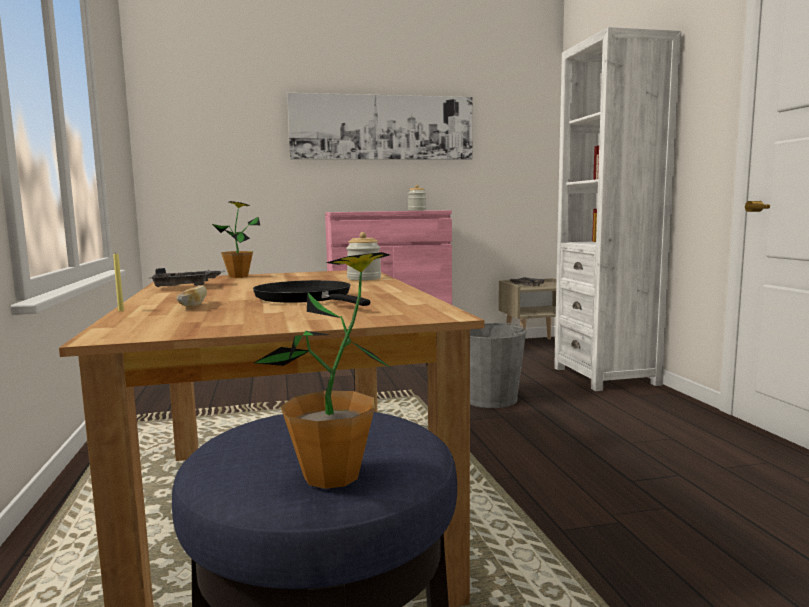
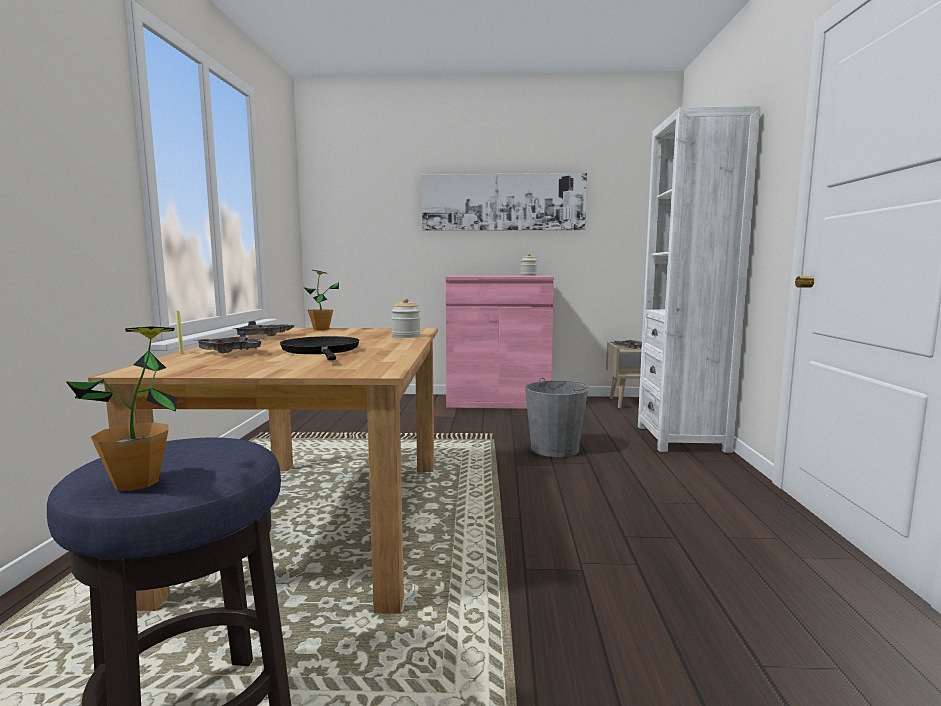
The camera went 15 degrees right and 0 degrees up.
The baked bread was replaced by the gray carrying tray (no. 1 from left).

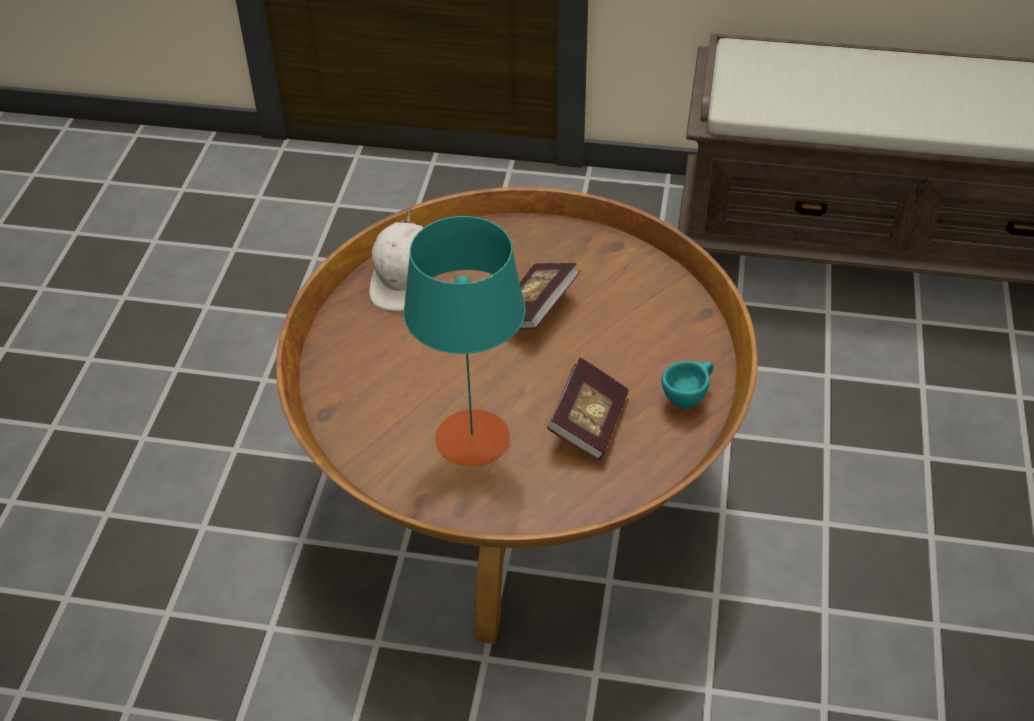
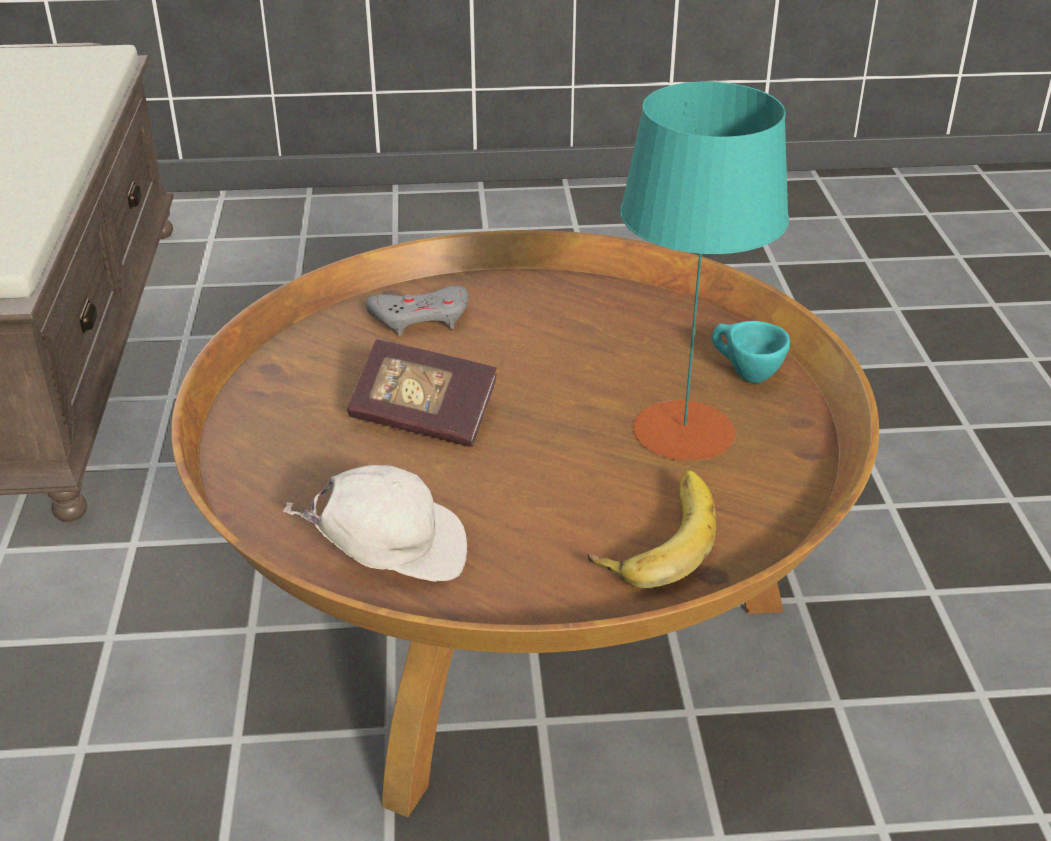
The camera went 105 degrees left and 10 degrees down.
The bound book (no. 2 from left) disappeared.
The blue-green cup moved.
The gray joypad appeared.
The whole banana appeared.

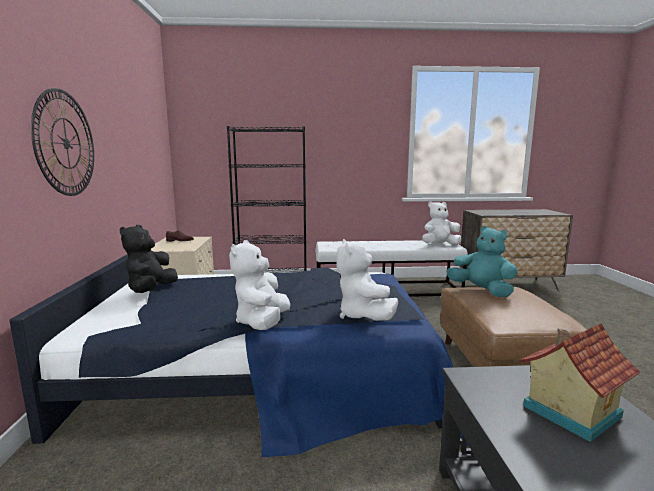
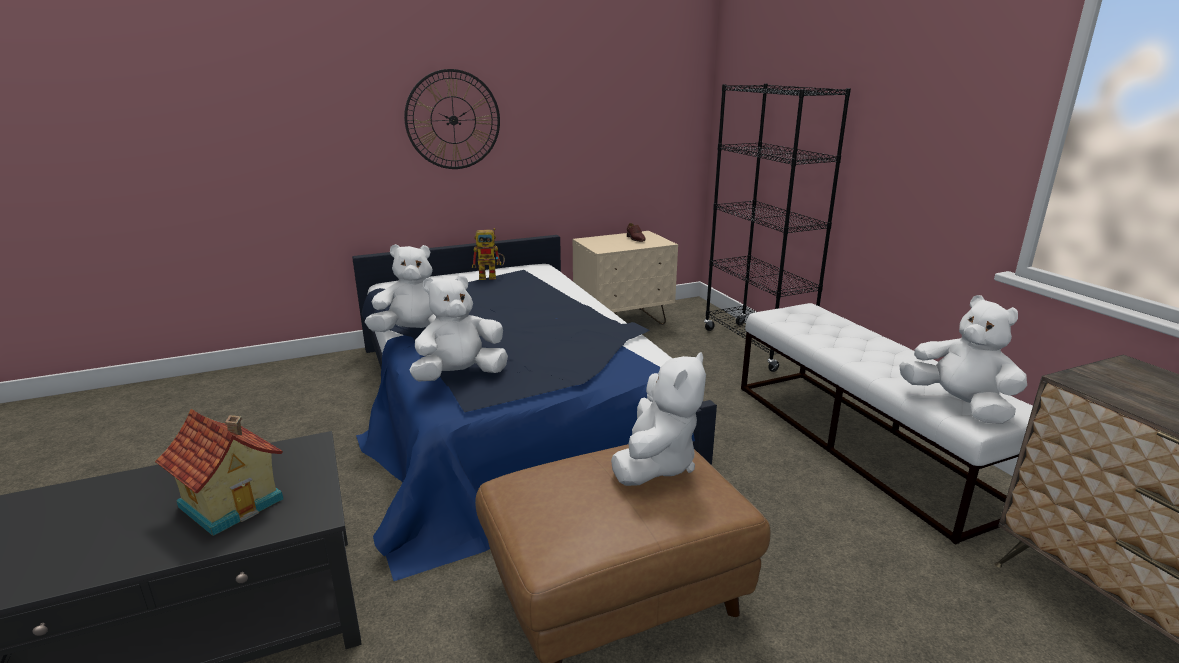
The camera went 70 degrees right and 10 degrees up.
The black-coloured cuddly toy was replaced by the robot figure.
The blue-green cuddly toy became the white-coloured cuddly toy (no. 3 from left).

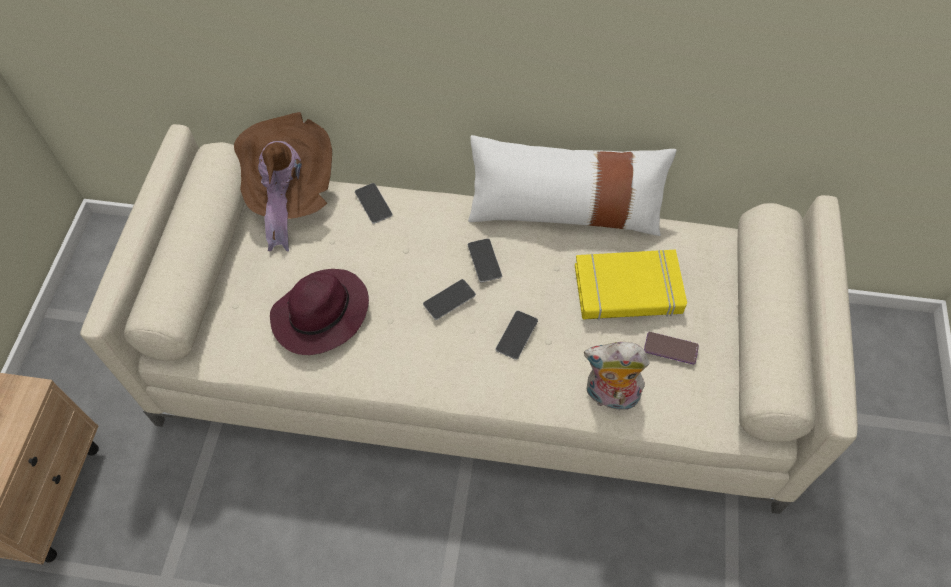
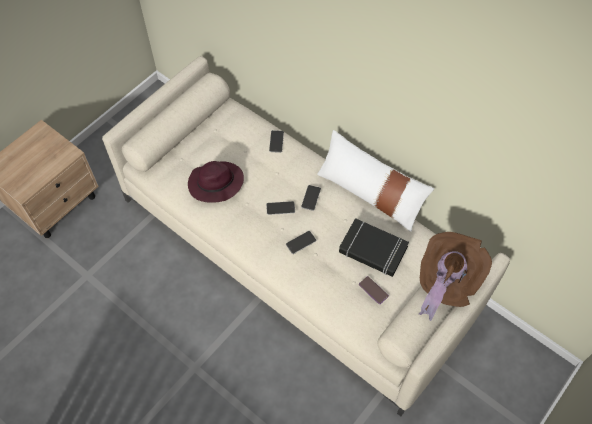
The camera went 30 degrees right and 0 degrees up.
The brown-coloured hat moved.
The yellow-coloured bound book became the black-coloured bound book.
The cuddly toy disappeared.

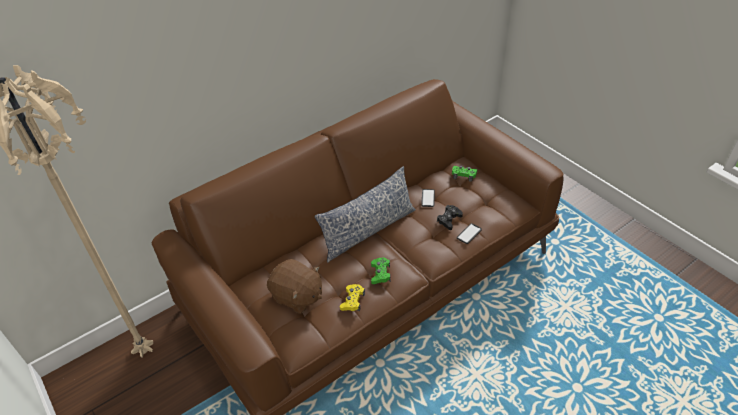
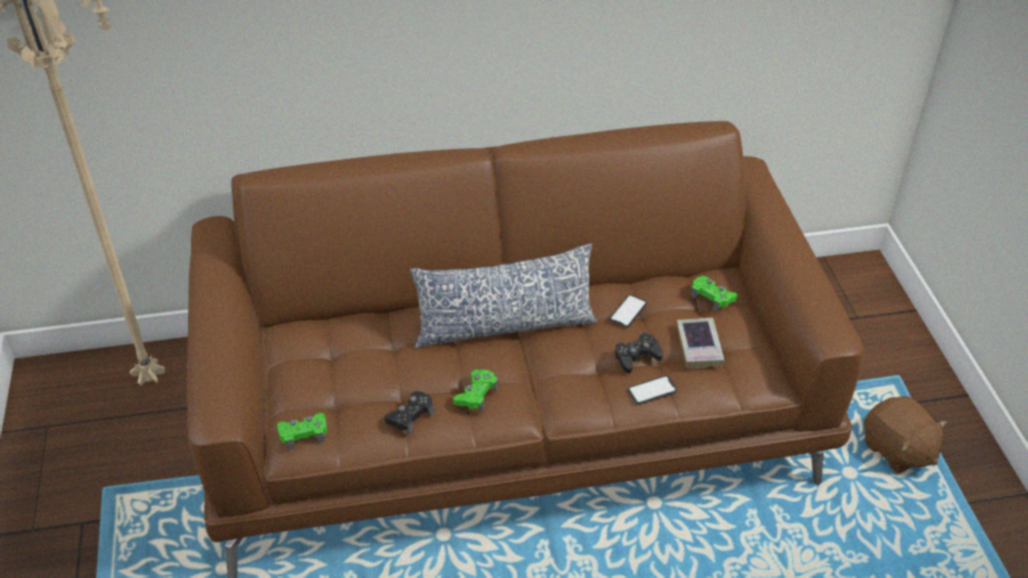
The camera went 25 degrees right and 0 degrees up.
The brown-coloured cuddly toy moved.
The yellow-coloured joypad became the black-coloured joypad (no. 1 from left).
The green-coloured joypad (no. 1 from left) appeared.
The bound book appeared.

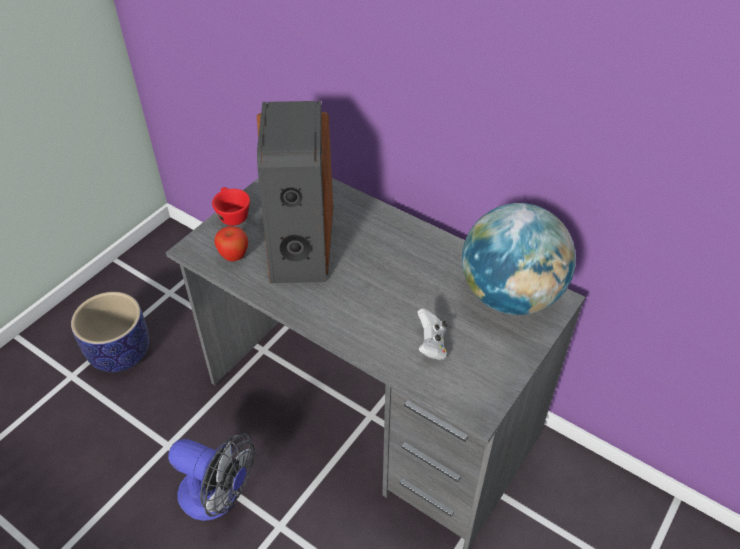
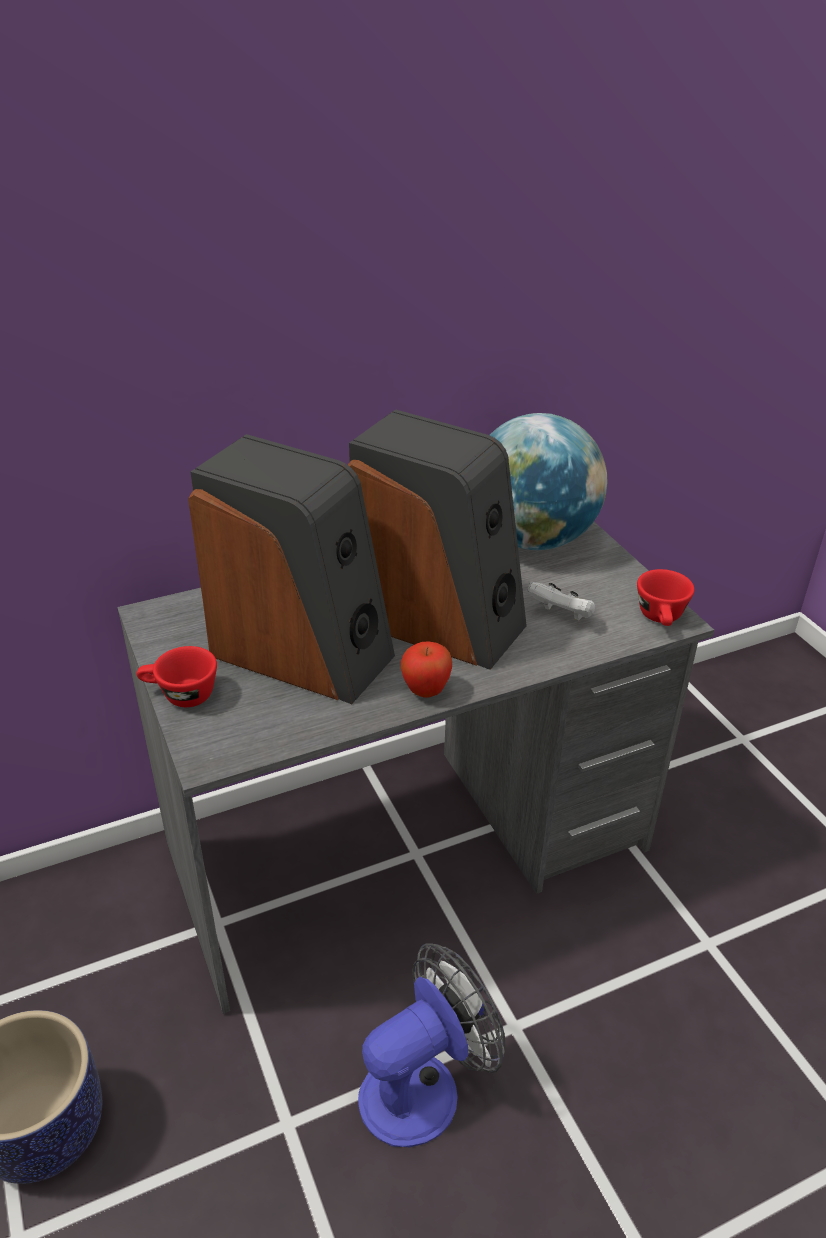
The camera went 60 degrees left and 10 degrees down.
The whole apple moved.
The audio speaker (no. 2 from left) appeared.
The red cup (no. 2 from left) appeared.

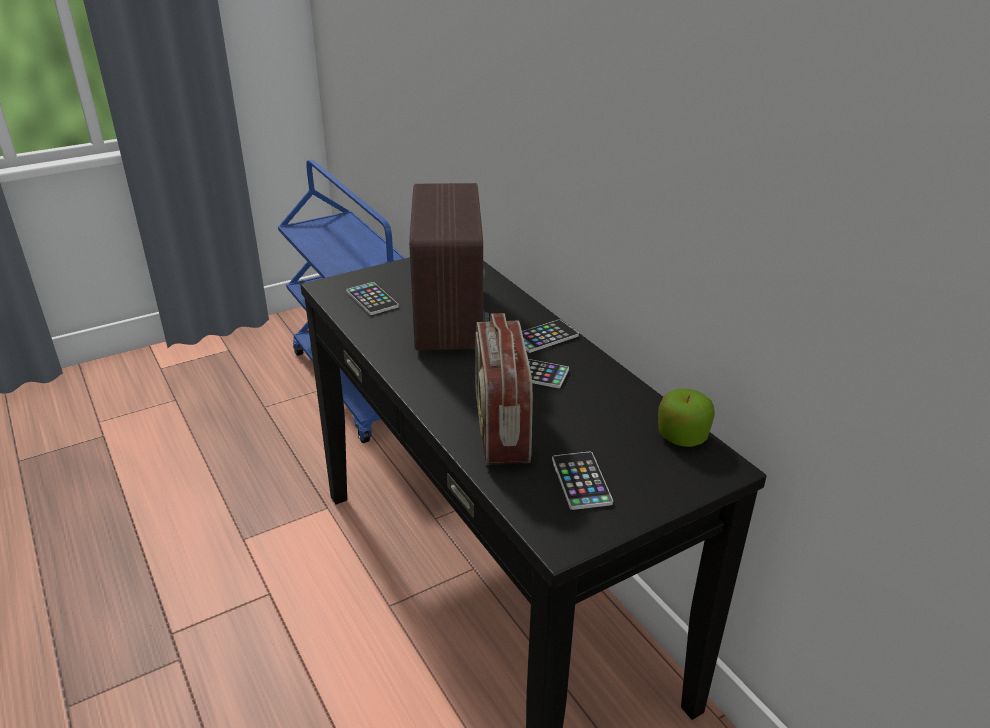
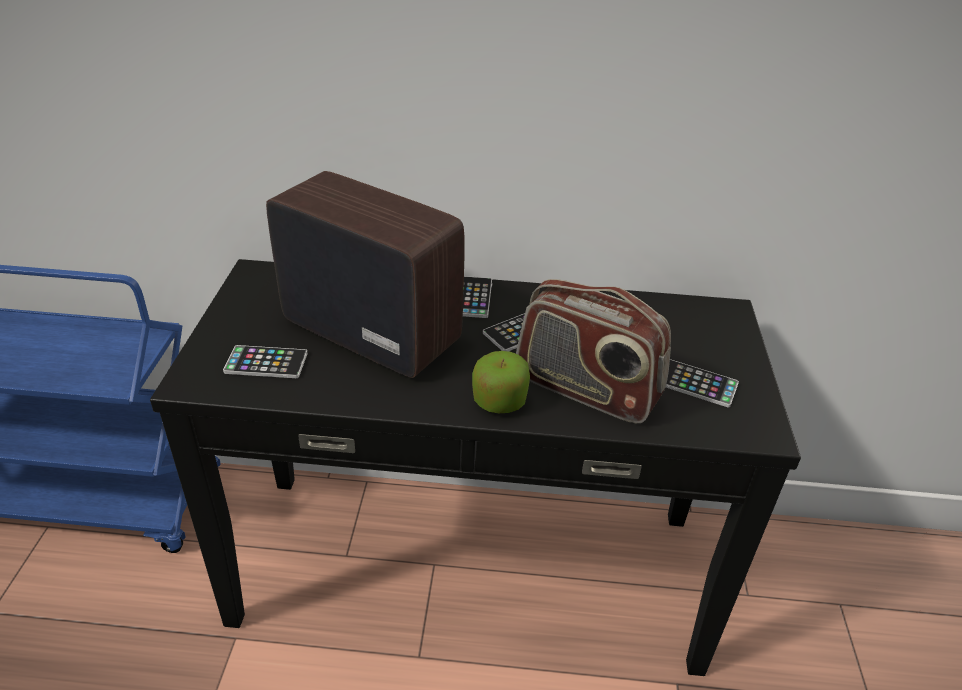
The camera went 55 degrees left and 5 degrees up.
The whole apple moved.

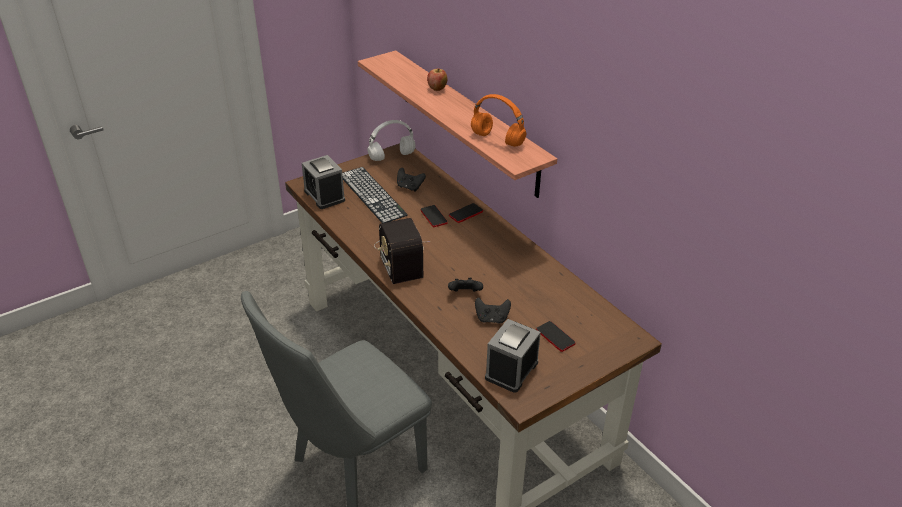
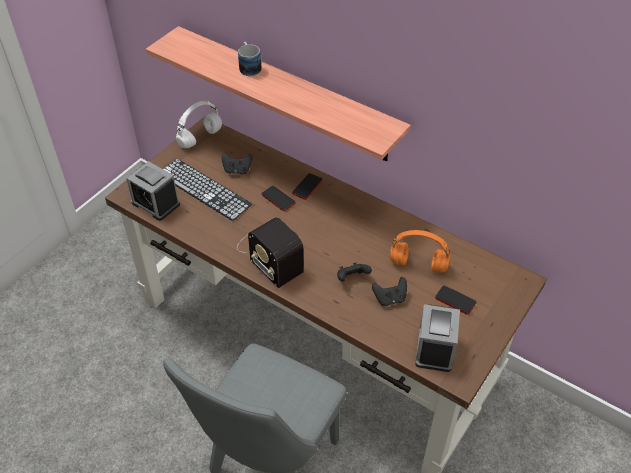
The camera went 20 degrees left and 10 degrees up.
The whole apple was replaced by the mug.
The orangey headset moved.

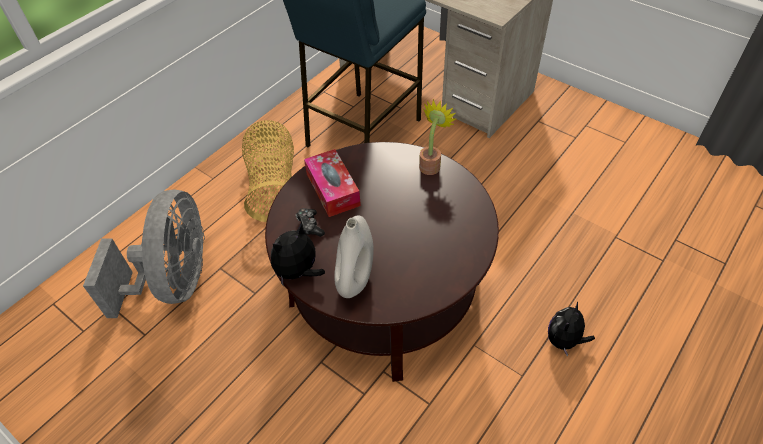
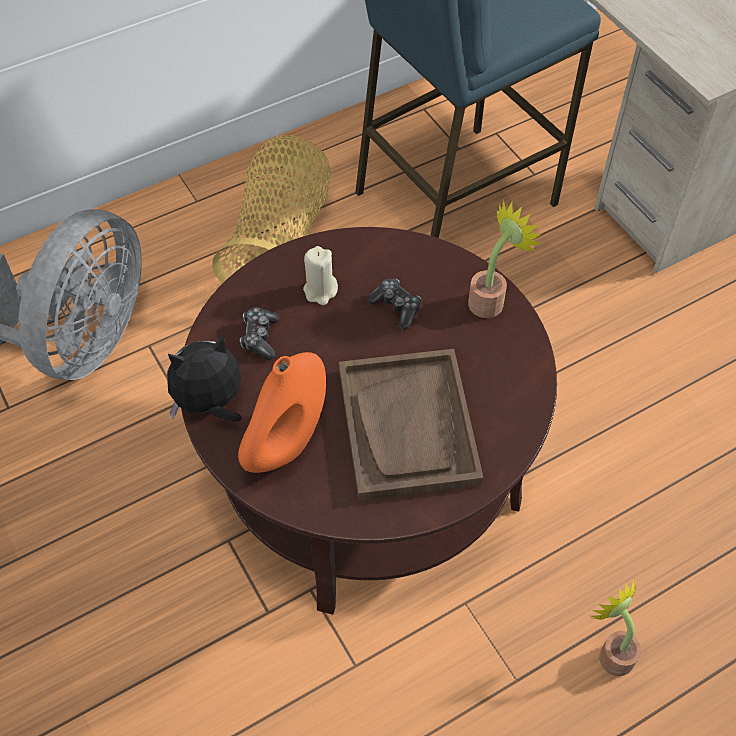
The camera went 20 degrees right and 5 degrees up.
The tissue holder was replaced by the sand-coloured wax candle.
The white-coloured decorative vase became the orangey decorative vase.
The cuddly toy (no. 2 from left) was replaced by the houseplant (no. 2 from left).
The brown-coloured carrying tray appeared.
The joypad (no. 2 from left) appeared.

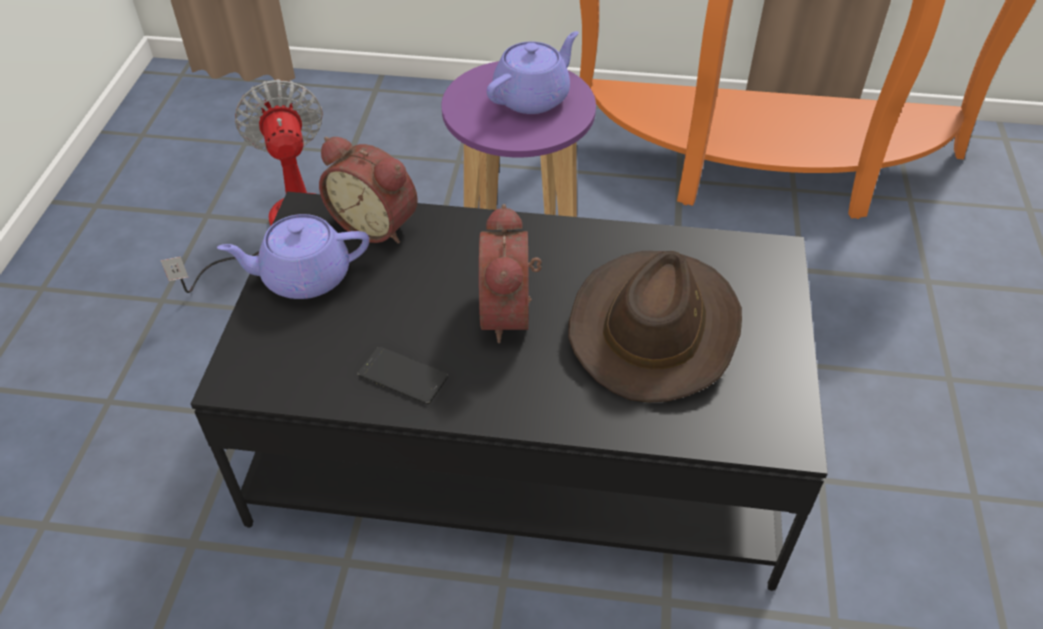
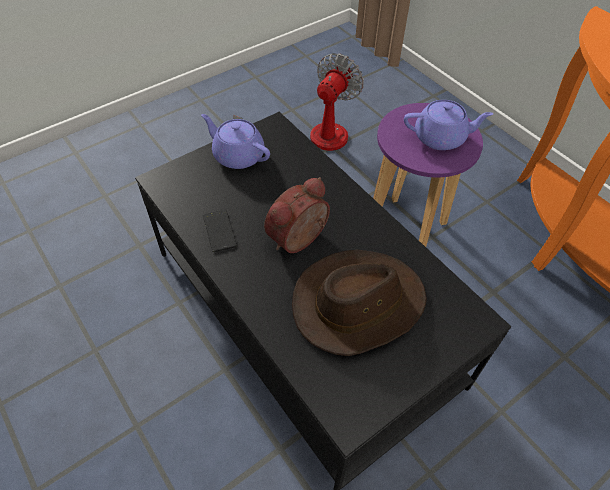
The camera went 45 degrees right and 5 degrees up.
The table clock (no. 1 from left) disappeared.

